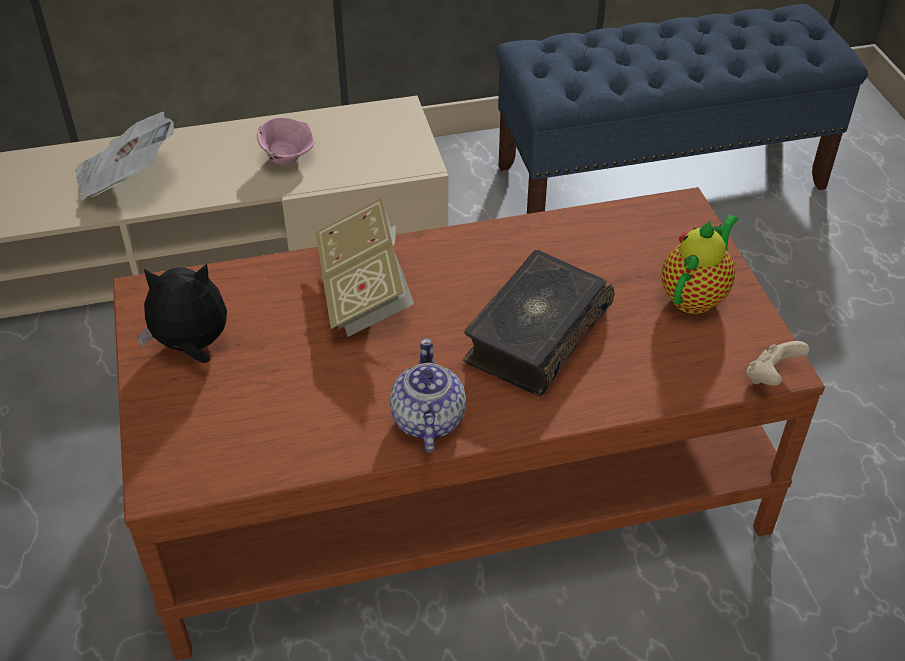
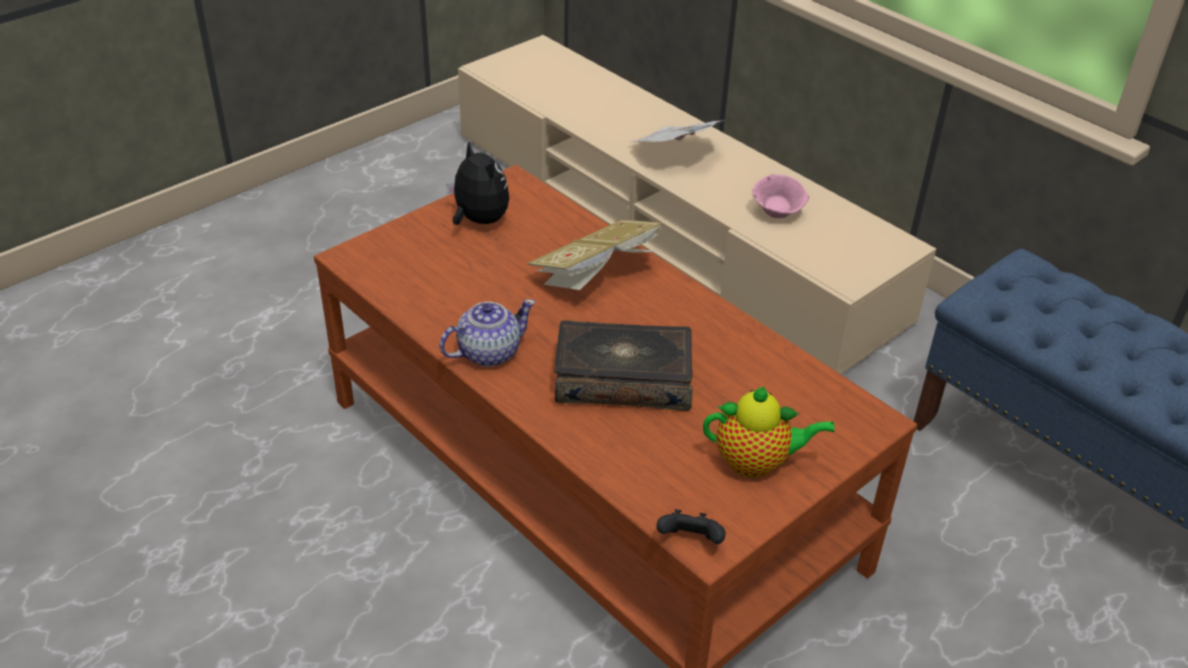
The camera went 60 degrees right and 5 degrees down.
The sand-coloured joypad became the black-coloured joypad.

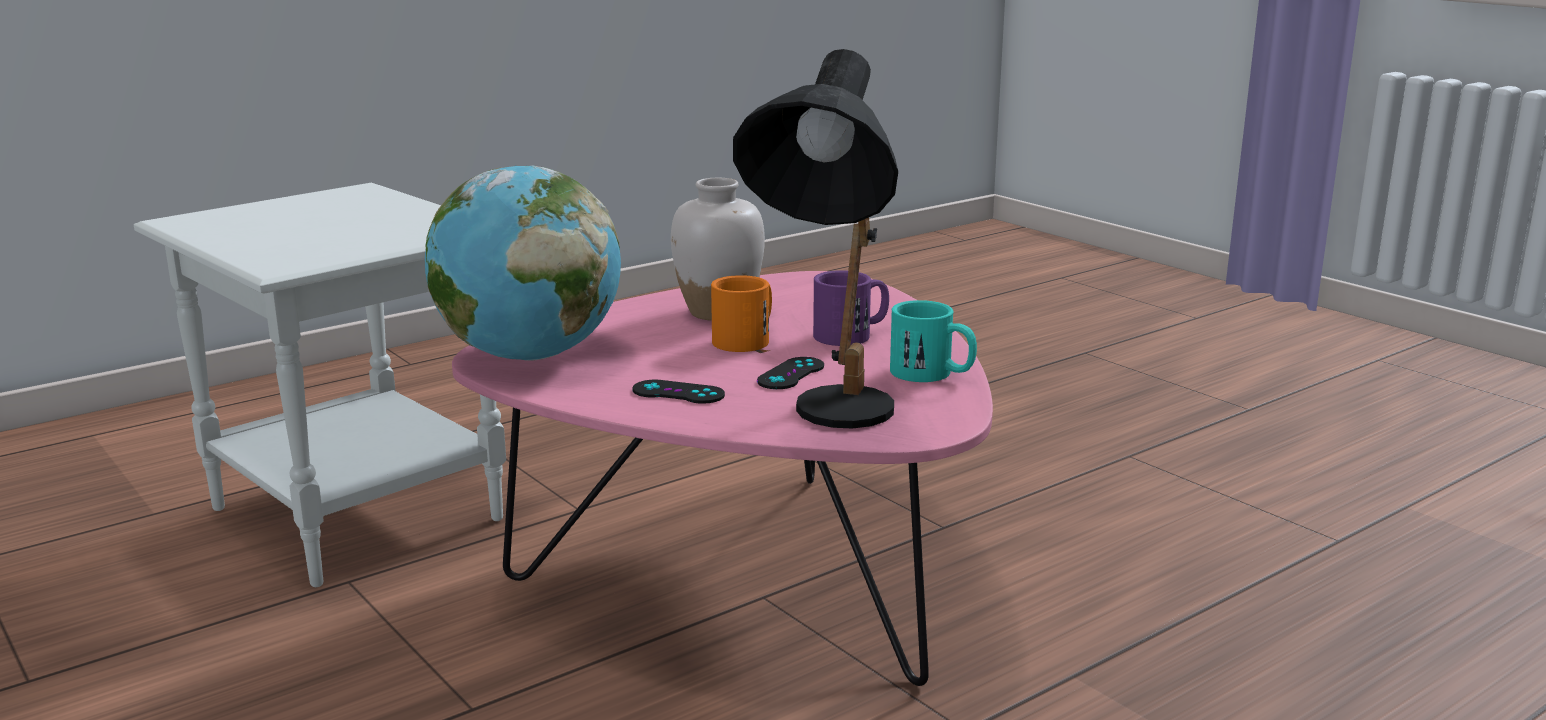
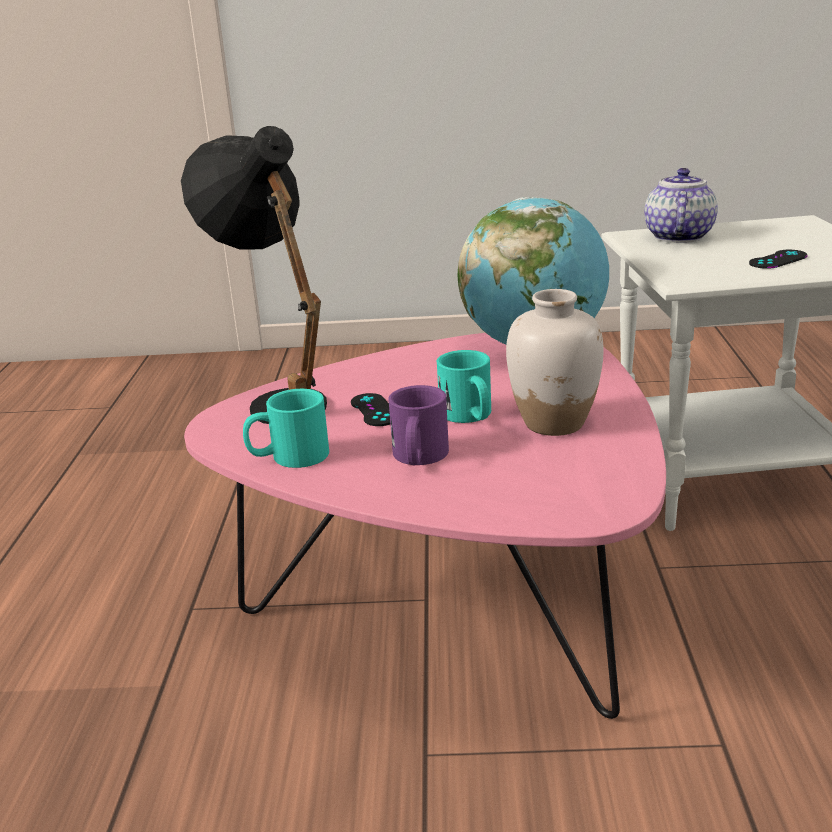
The camera went 130 degrees right and 5 degrees up.
The black-coloured joypad (no. 1 from left in the first image) moved.
The orangey mug became the blue-green mug (no. 2 from left).
The teapot appeared.

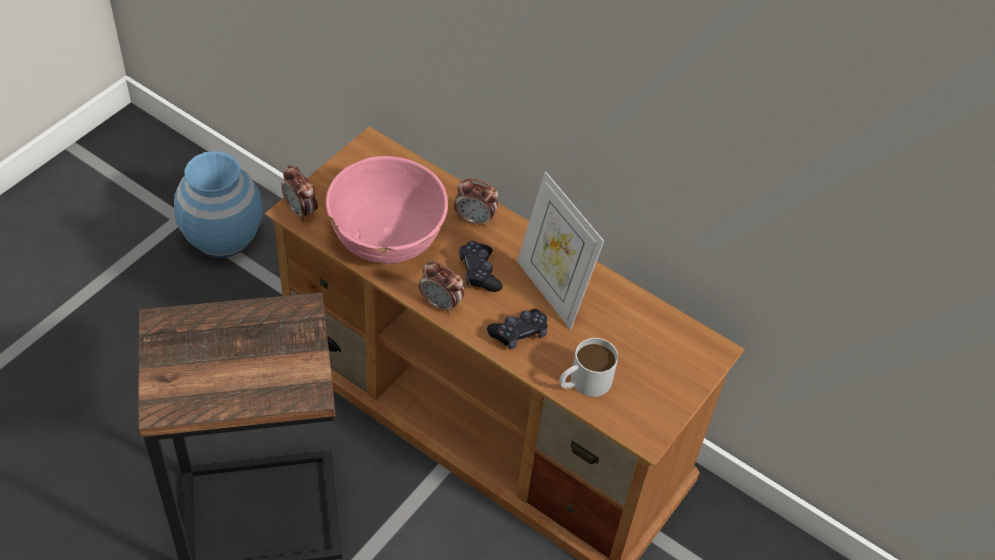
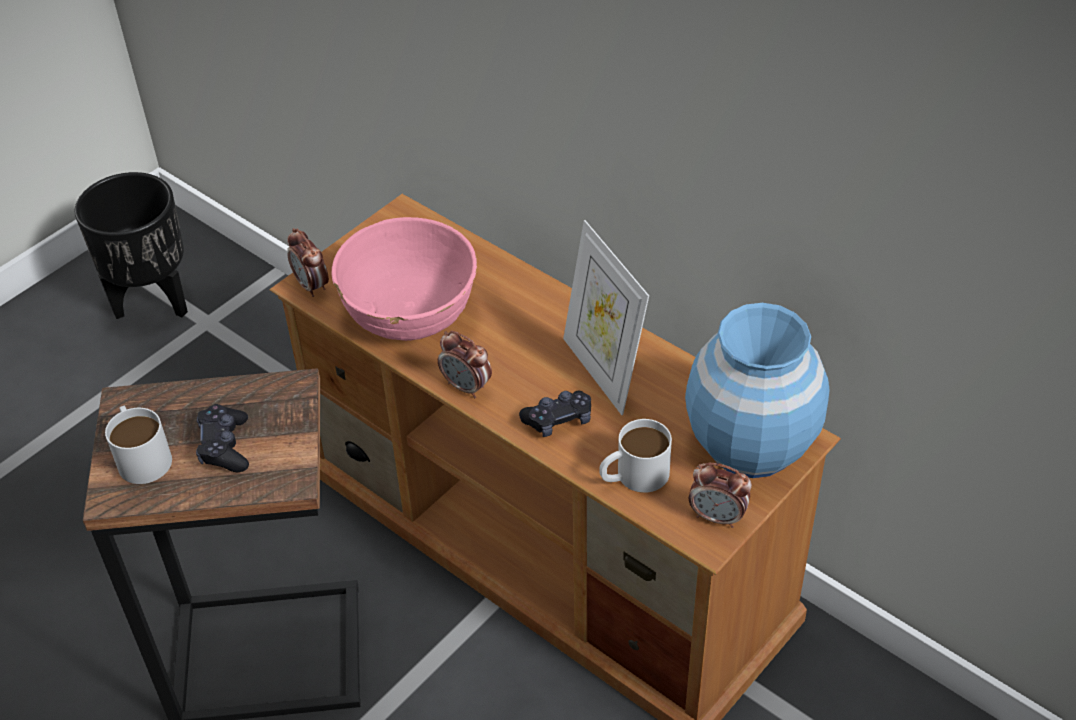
The camera went 10 degrees right and 5 degrees down.
The blue decorative vase moved.
The table clock (no. 3 from left) moved.
The black-coloured joypad (no. 1 from left) moved.
The black-coloured flower pot appeared.
The white-coloured mug (no. 1 from left) appeared.

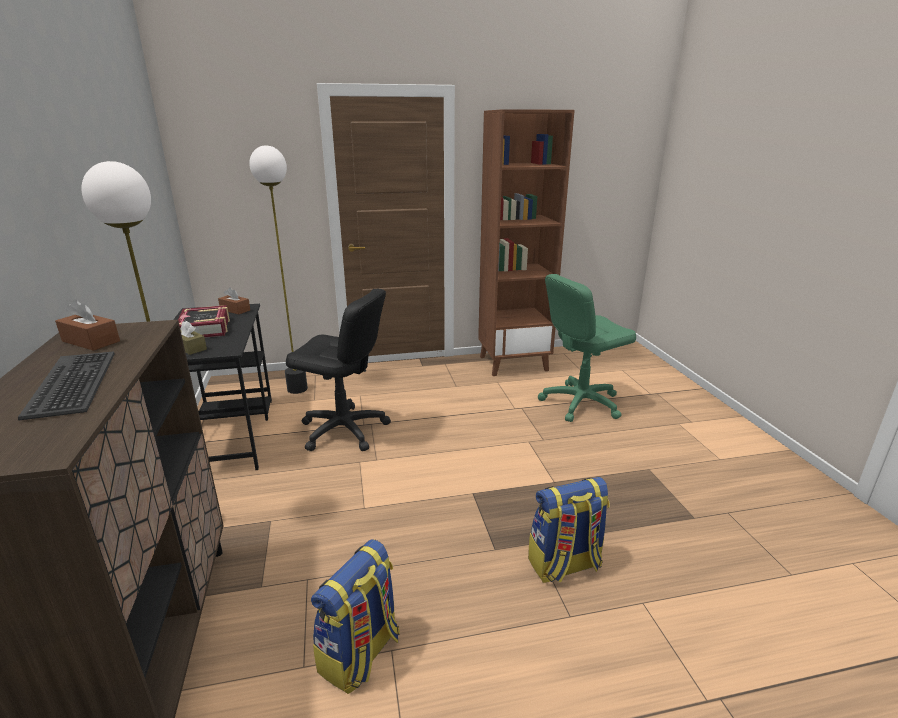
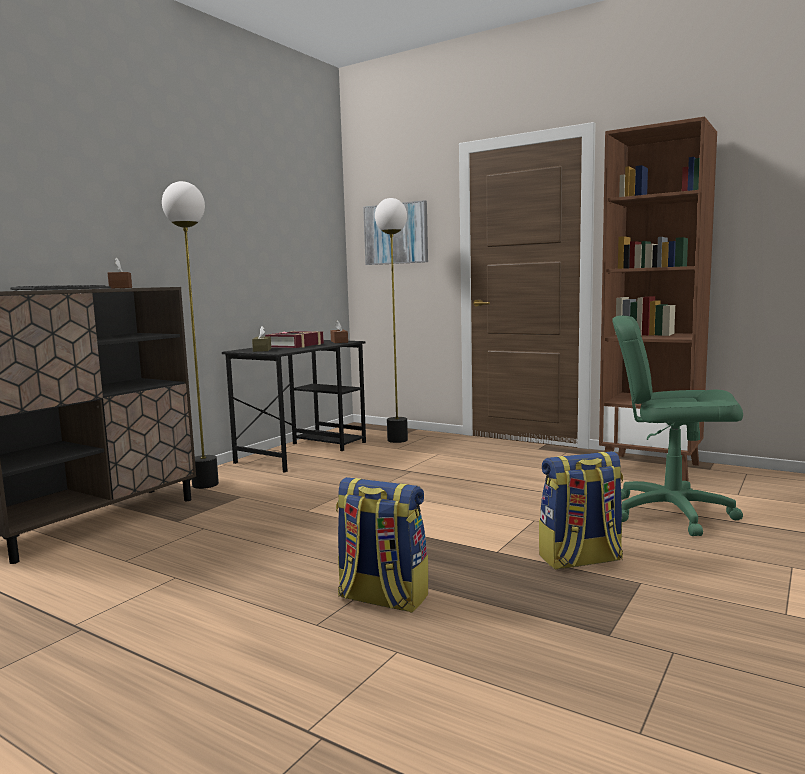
The camera went 45 degrees right and 15 degrees down.
The black-coloured computer chair disappeared.
The rucksack (no. 1 from left in the first image) moved.
The picture appeared.

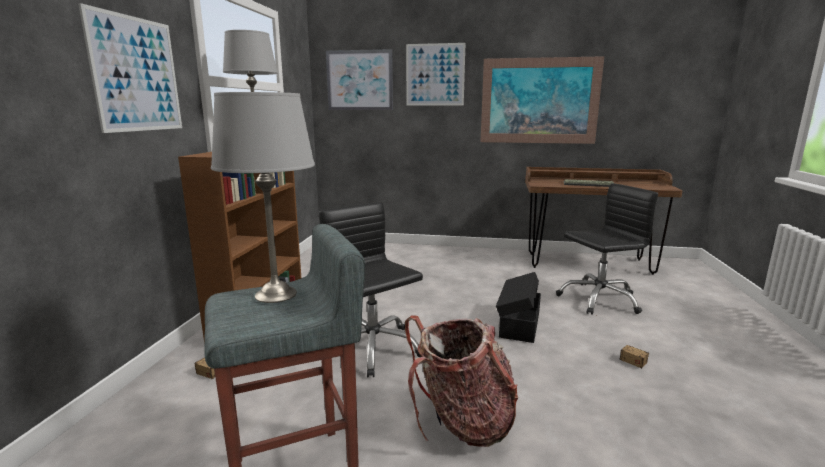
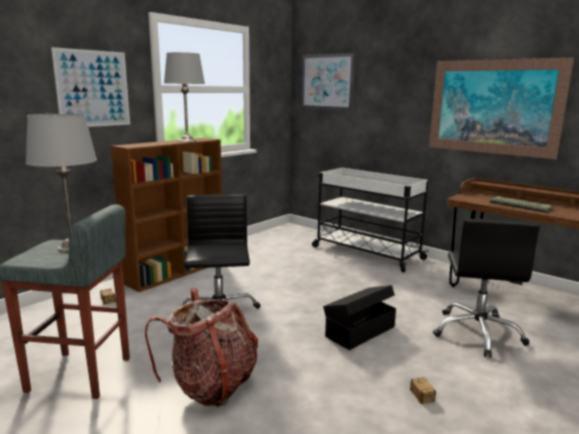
The camera went 30 degrees right and 0 degrees up.
The picture (no. 3 from left) disappeared.
The black-coloured computer chair (no. 2 from left) turned 90 degrees clockwise.
The white-coloured wheeled cart appeared.

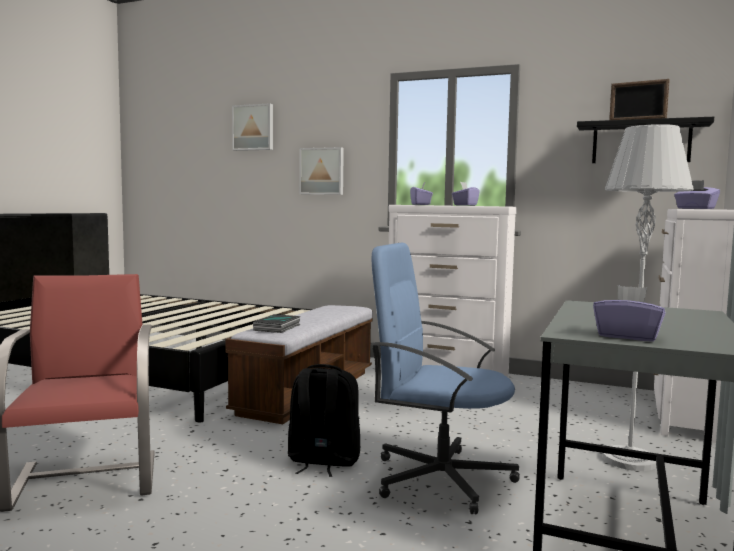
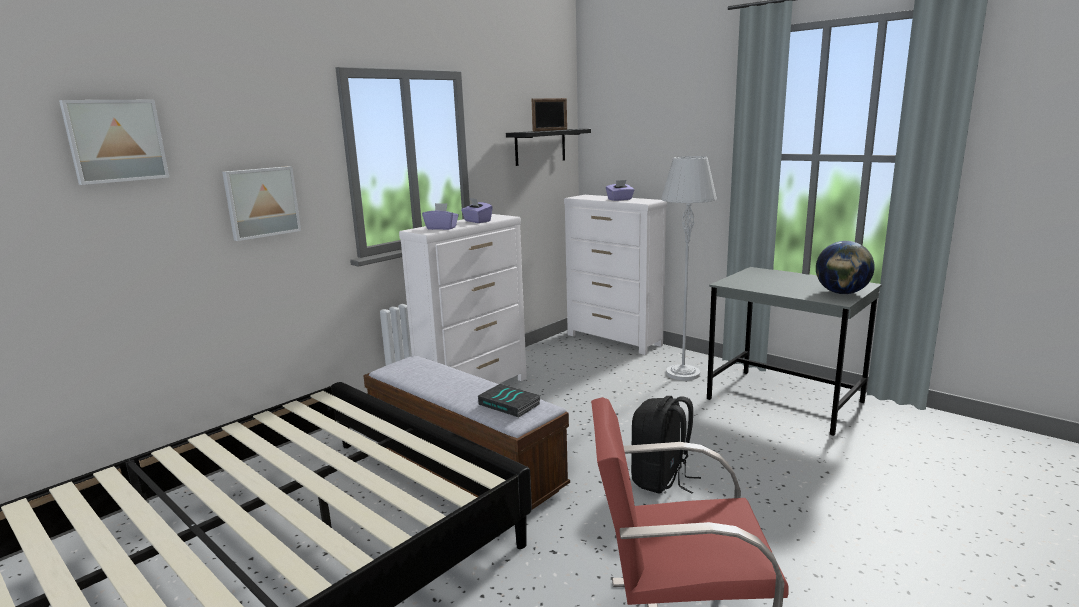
The camera went 70 degrees left and 10 degrees up.
The blue computer chair disappeared.
The purplish tissue holder (no. 3 from left) was replaced by the desk globe.

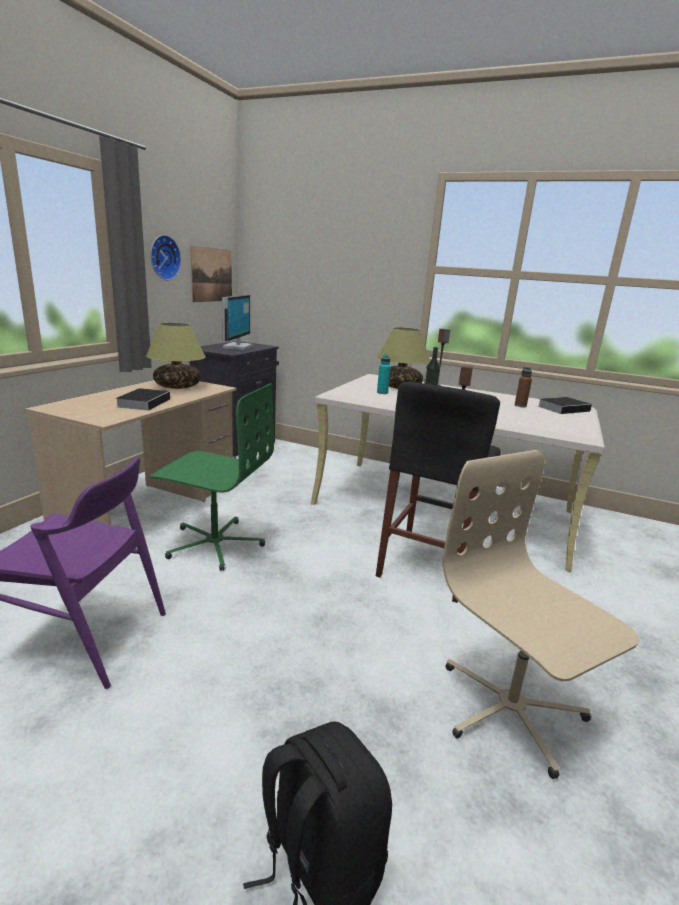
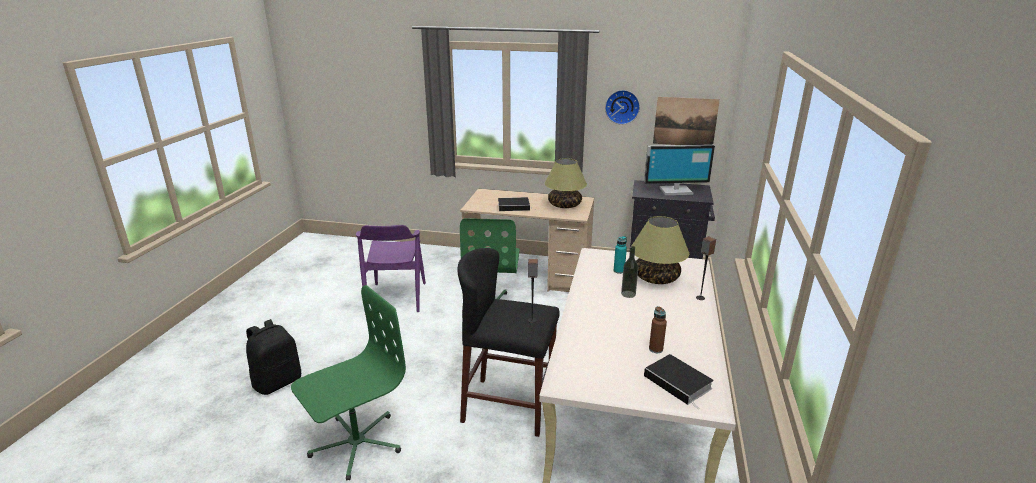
The camera went 80 degrees right and 5 degrees up.
The sand-coloured computer chair became the green-coloured computer chair (no. 1 from left).

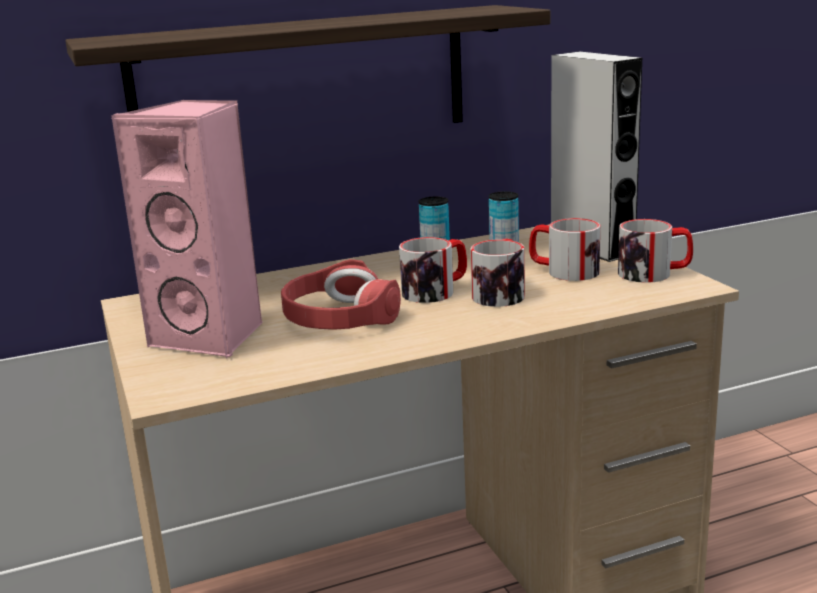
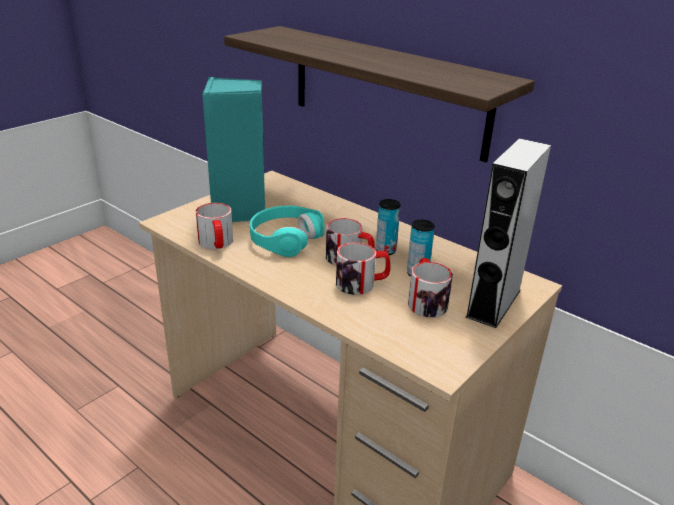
The camera went 60 degrees right and 10 degrees up.
The pink-coloured audio speaker became the blue-green audio speaker.
The red headset became the blue-green headset.
The mug (no. 4 from left in the first image) moved.

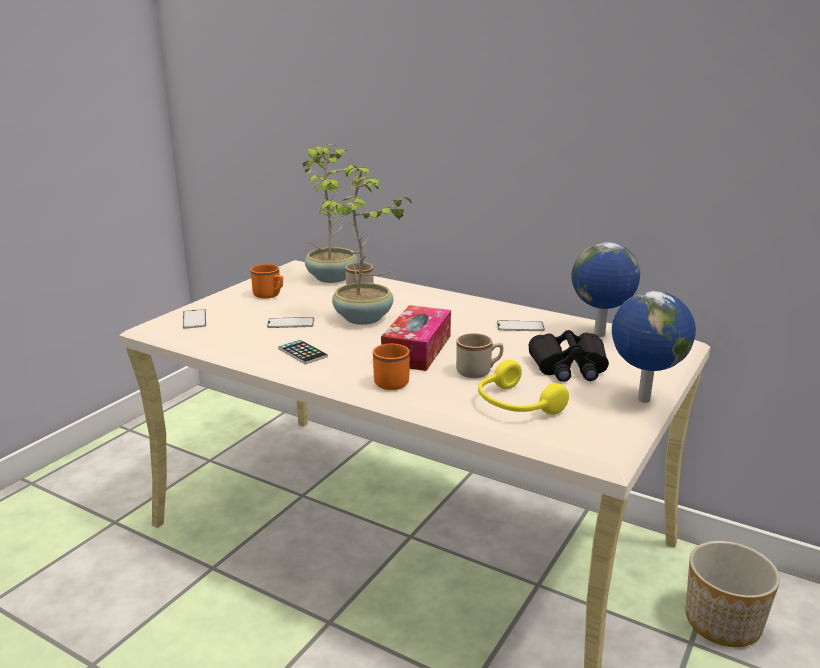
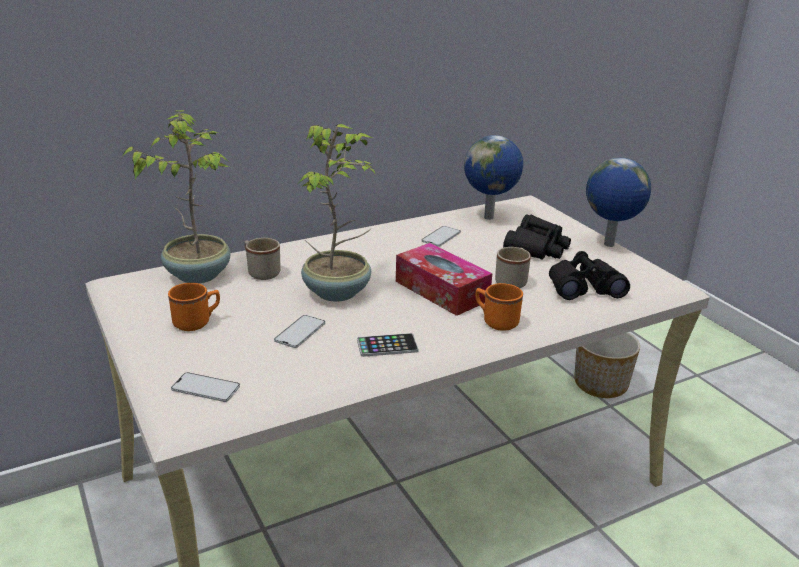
The camera went 60 degrees left and 5 degrees up.
The yellow-coloured headset was replaced by the black-coloured field glasses (no. 2 from left).

